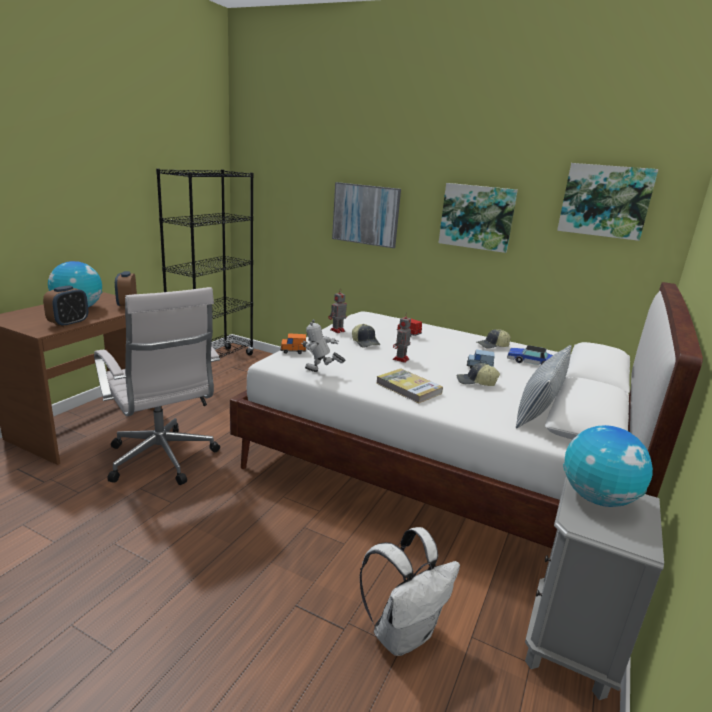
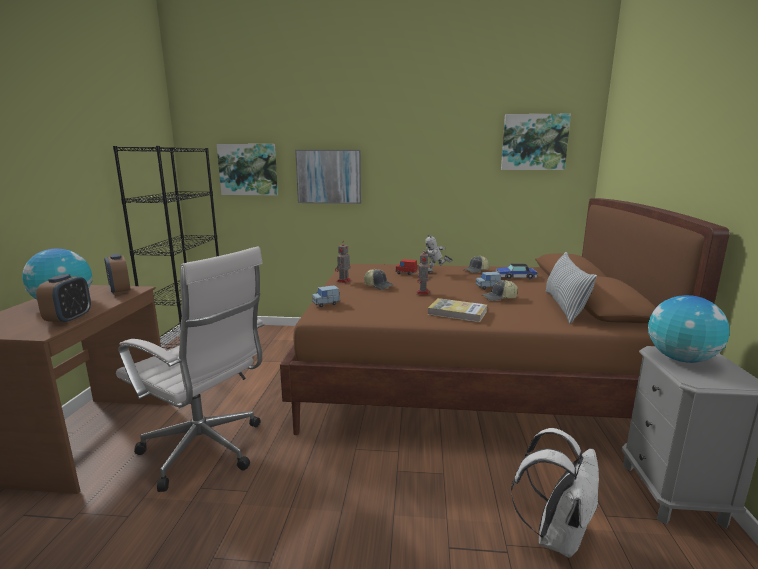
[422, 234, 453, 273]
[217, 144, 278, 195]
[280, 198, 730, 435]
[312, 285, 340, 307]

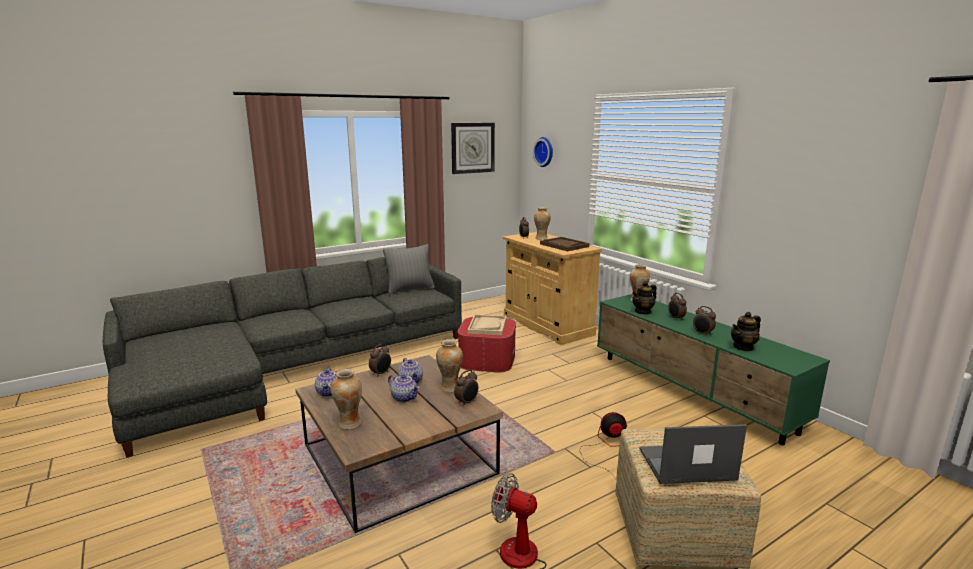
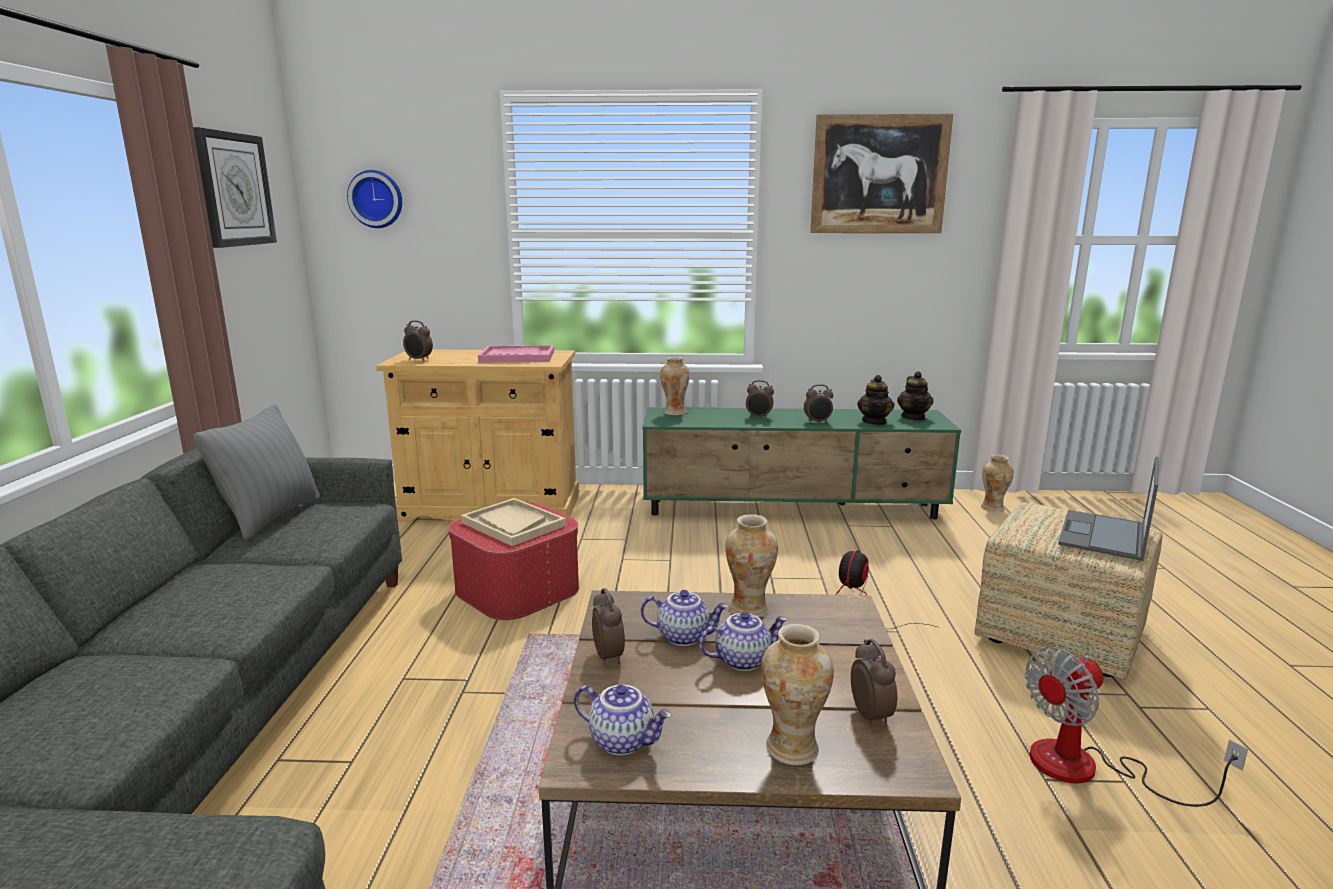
[810, 114, 953, 233]
[851, 639, 897, 727]
[981, 454, 1014, 512]
[897, 371, 933, 420]
[478, 345, 554, 363]

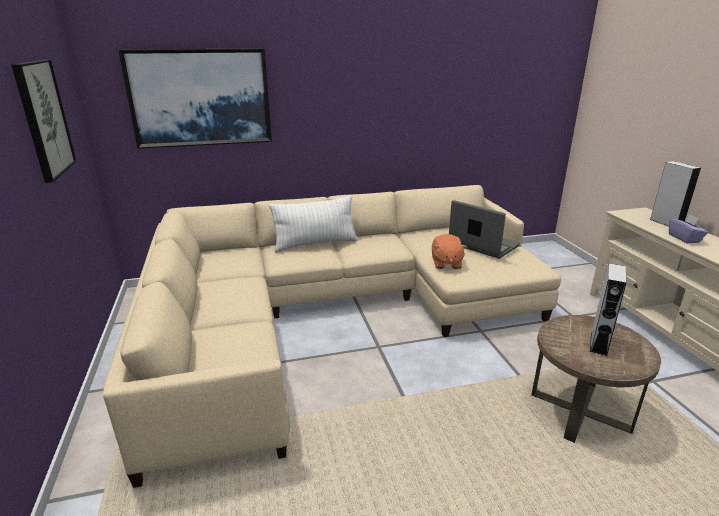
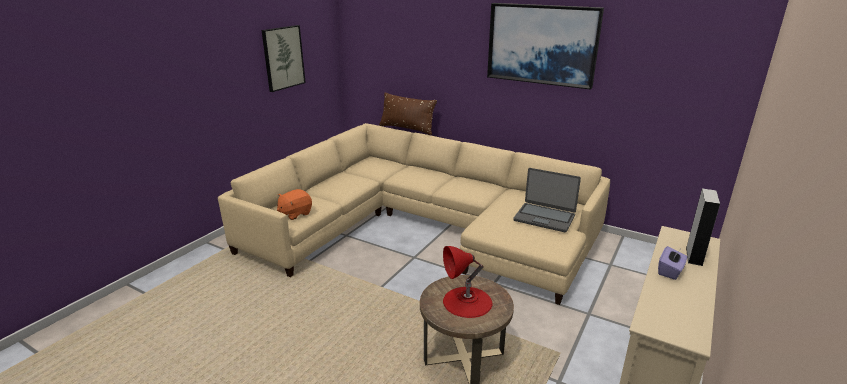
[269, 195, 358, 253] (first image)
[379, 93, 437, 135]
[487, 3, 604, 90]
[277, 189, 312, 220]
[443, 246, 492, 318]
[513, 168, 581, 232]

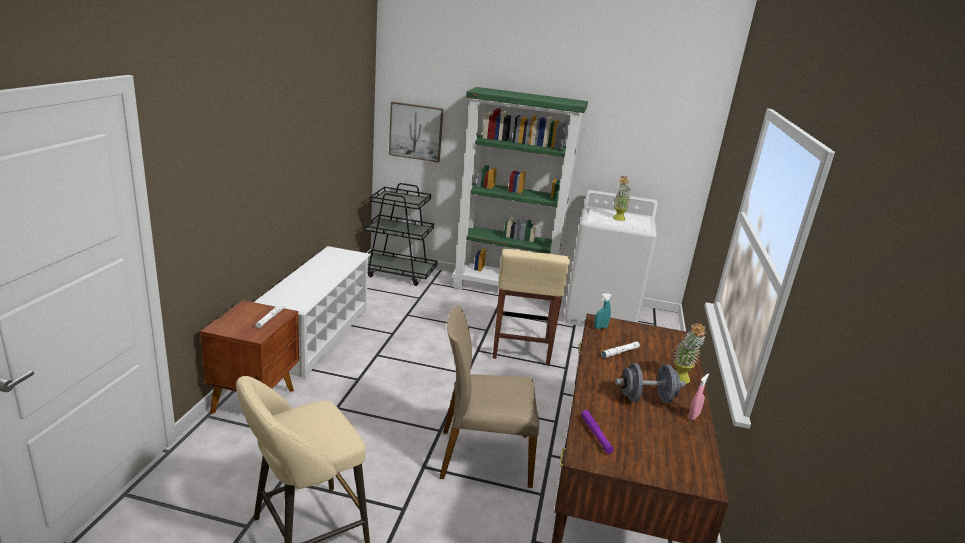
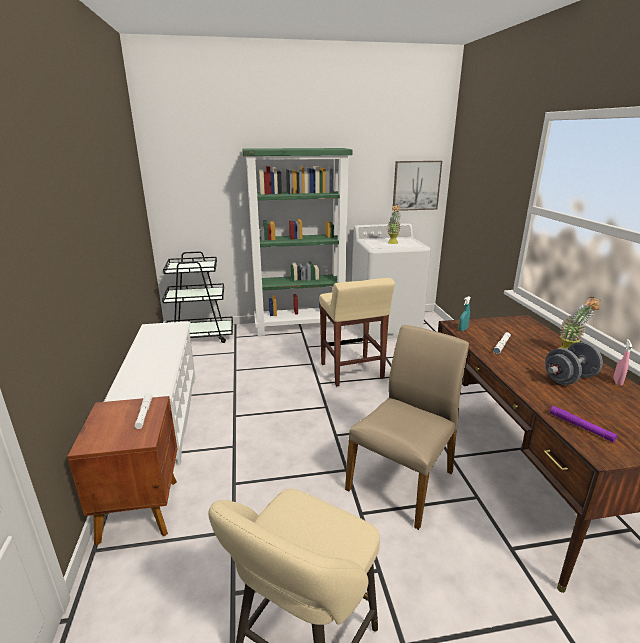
[393, 161, 442, 211]
[345, 325, 469, 530]

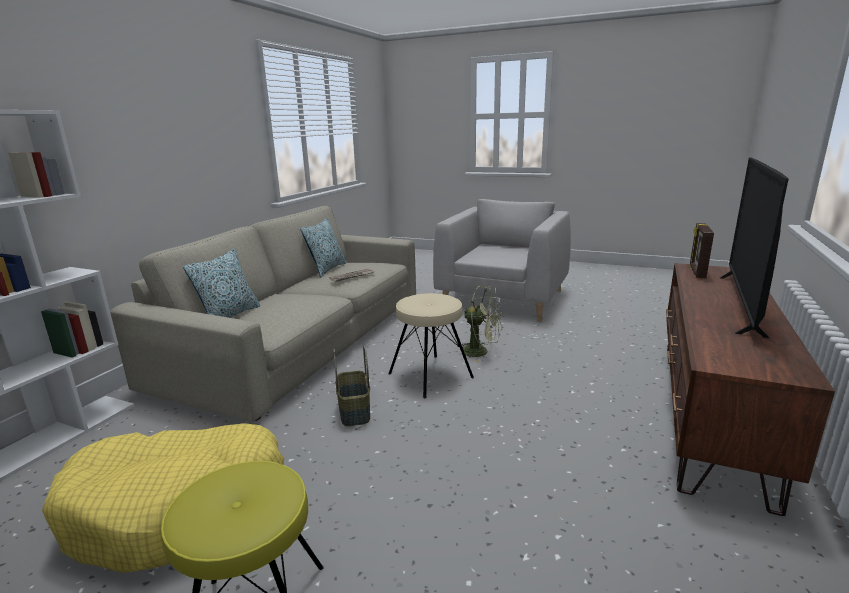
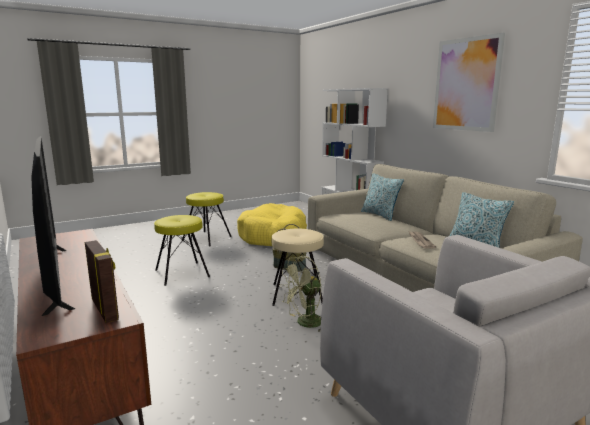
[154, 215, 210, 286]
[433, 33, 505, 132]

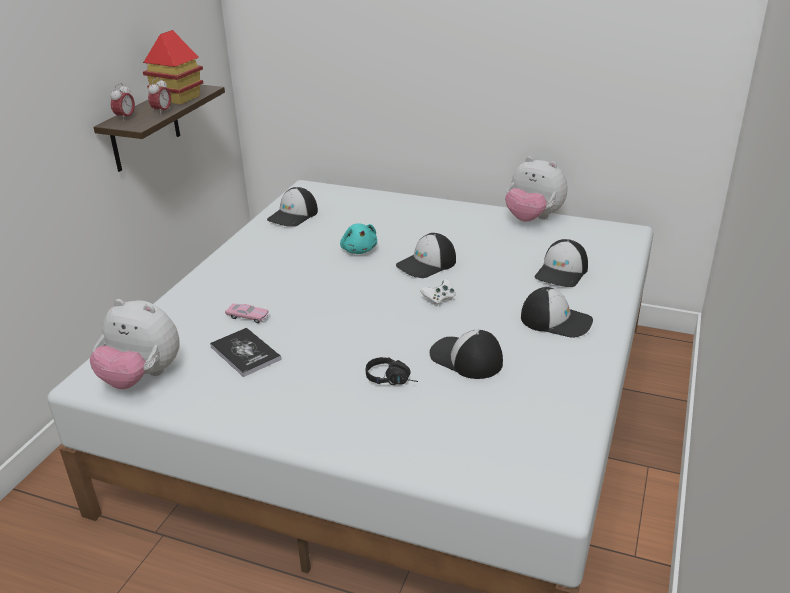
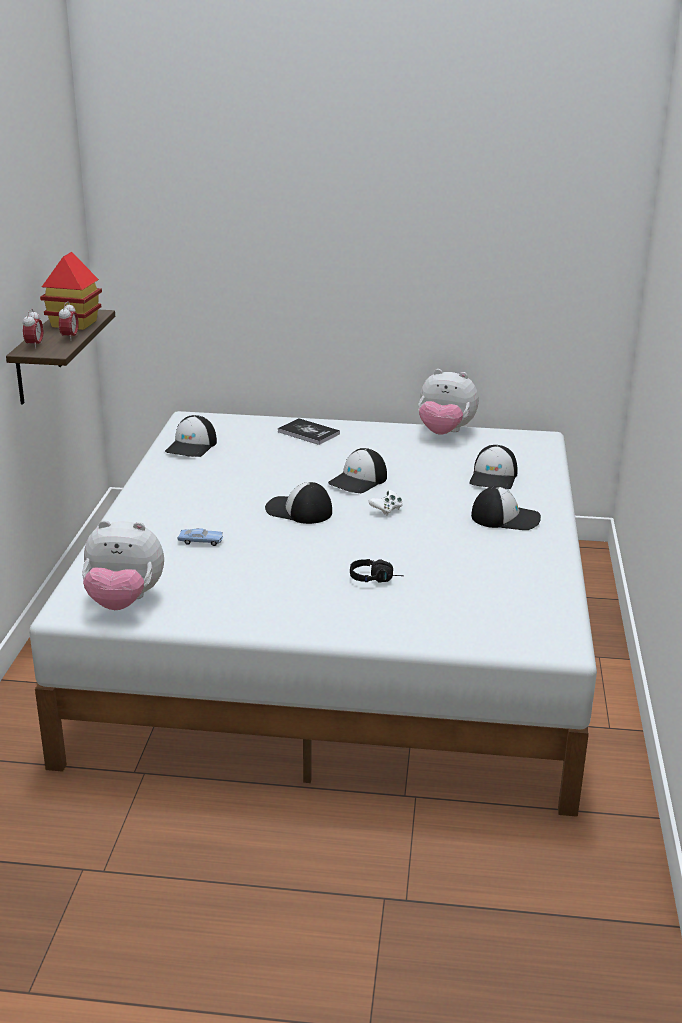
[340, 223, 377, 254] (first image)
[278, 418, 340, 445]
[265, 482, 332, 524]
[177, 528, 223, 546]

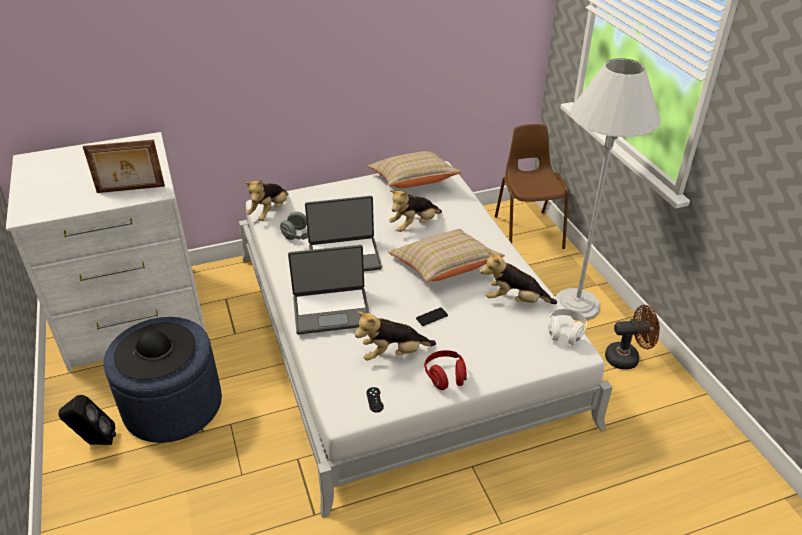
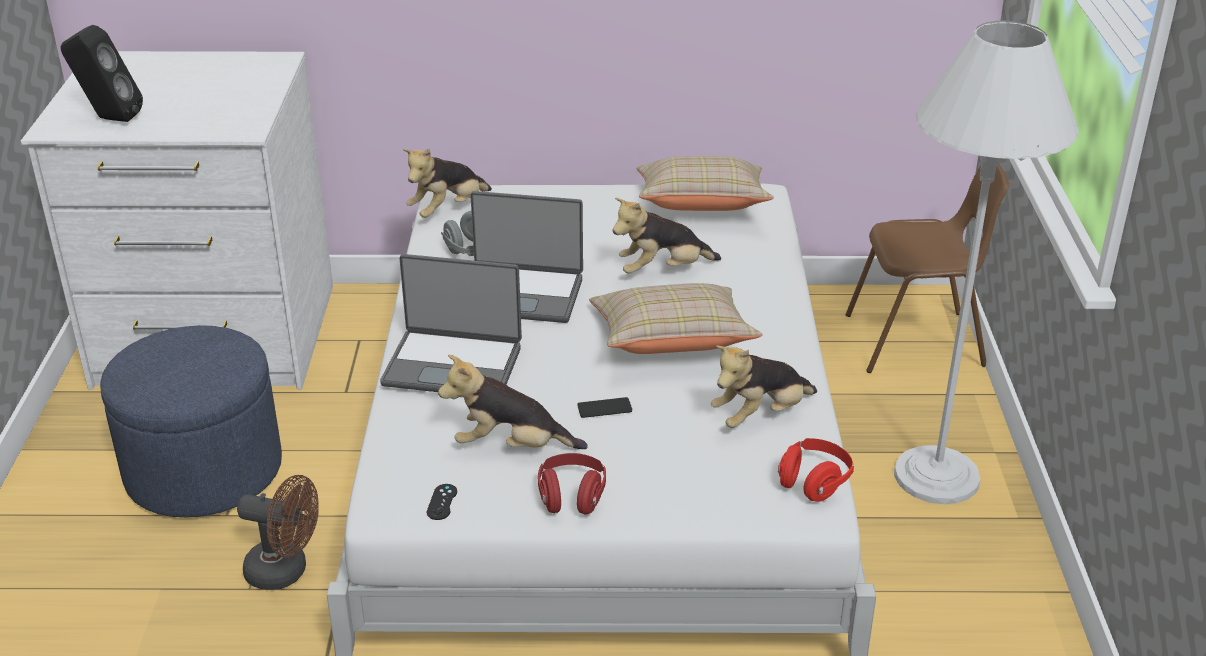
[83, 139, 165, 193] (first image)
[114, 323, 196, 380] (first image)
[61, 25, 143, 122]
[237, 475, 319, 590]
[778, 438, 854, 502]
[711, 345, 817, 428]
[845, 162, 1009, 373]

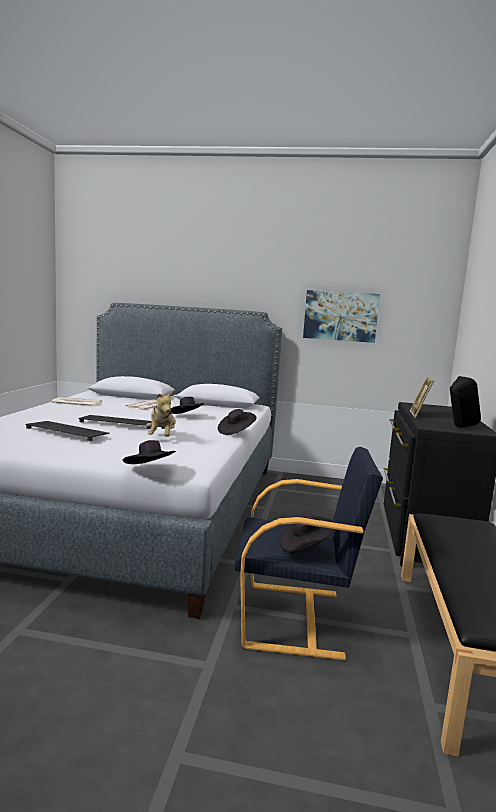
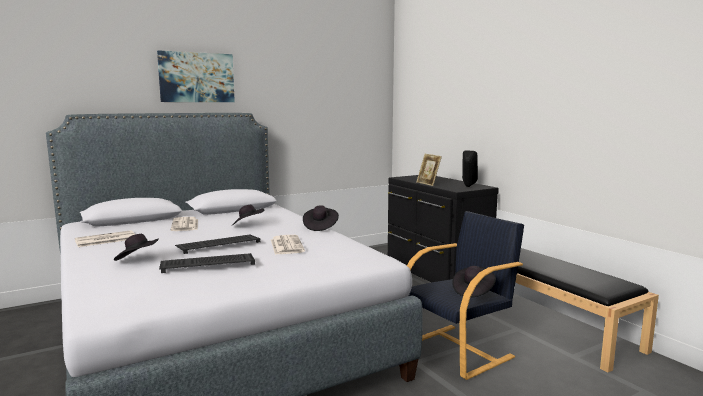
[114, 234, 159, 261]
[157, 50, 235, 102]
[271, 235, 305, 255]

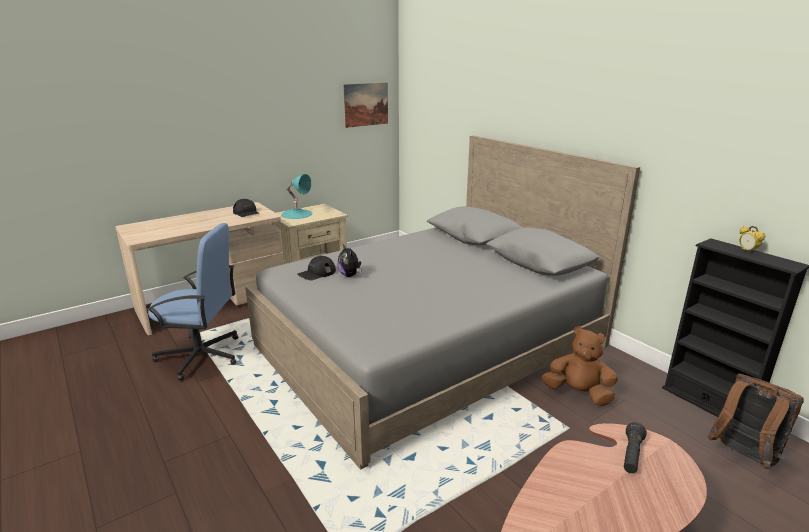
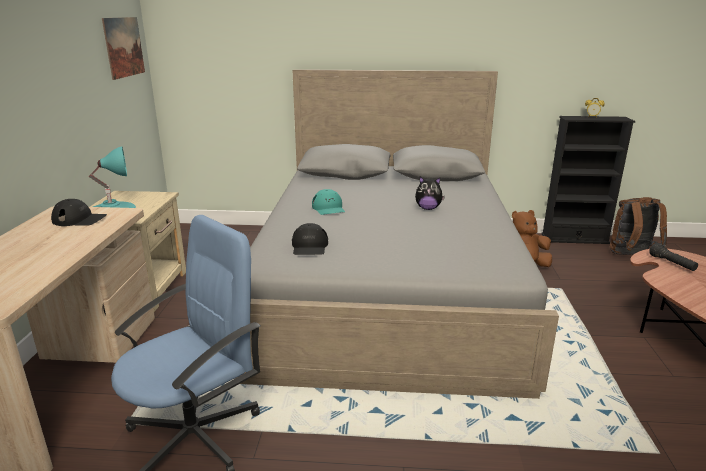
[312, 189, 345, 215]
[415, 177, 445, 210]

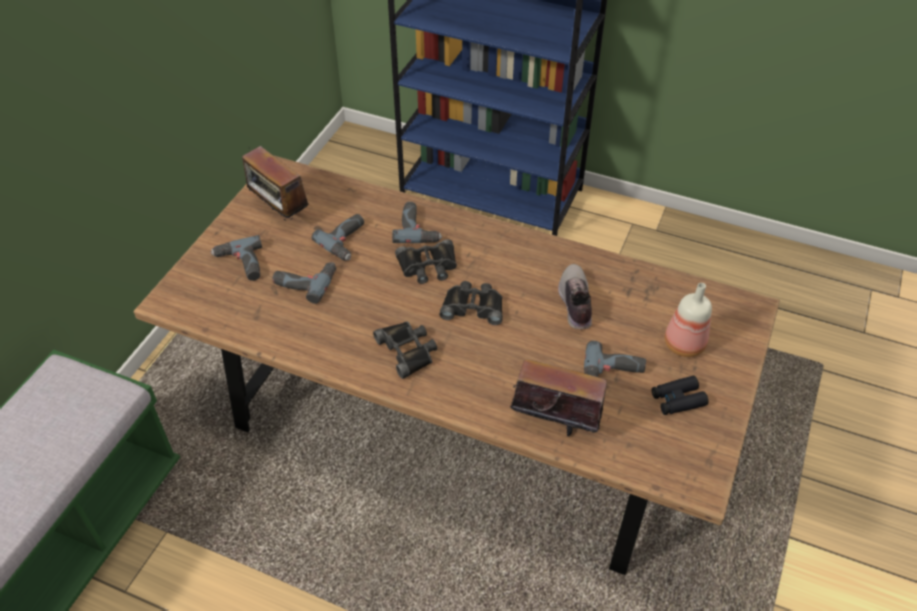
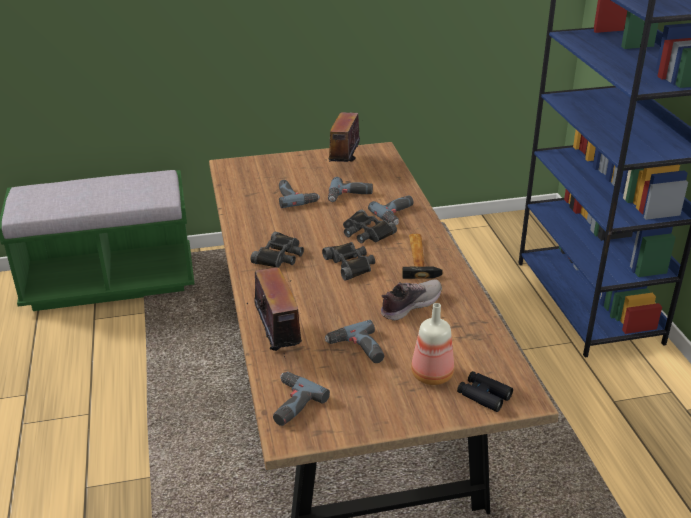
[402, 234, 443, 279]
[273, 371, 330, 426]
[457, 371, 513, 412]

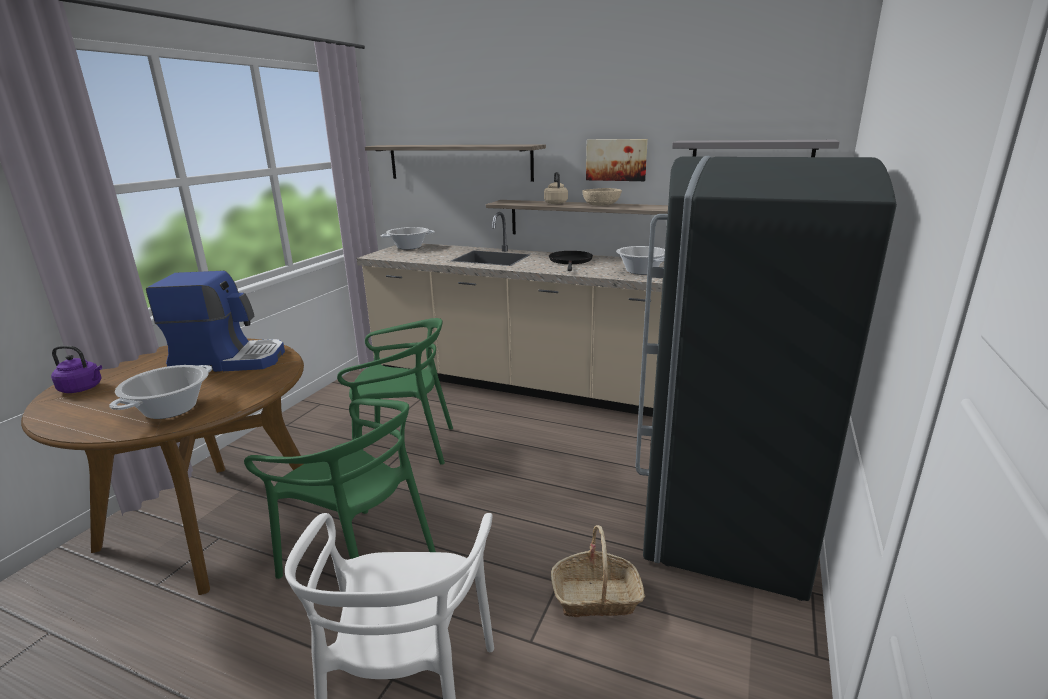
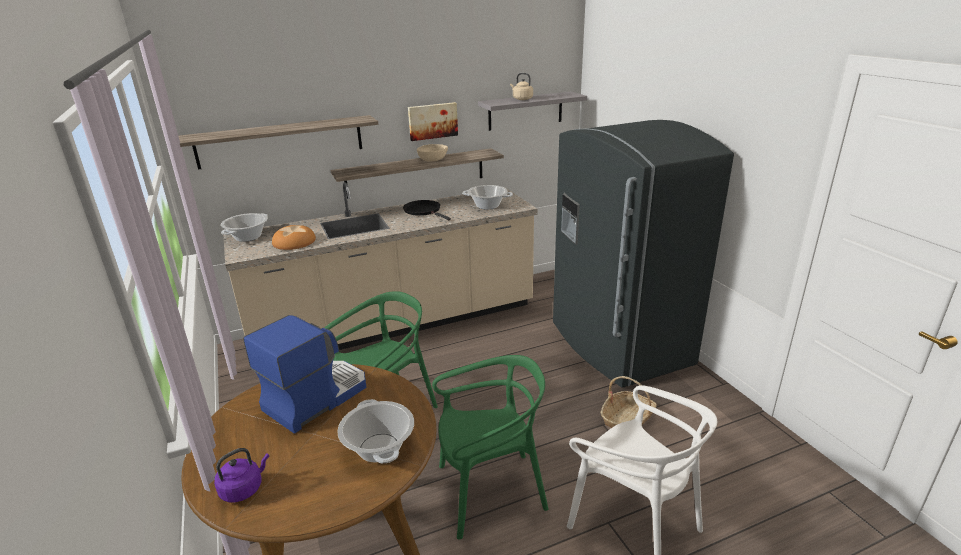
[272, 225, 316, 250]
[510, 73, 533, 100]

